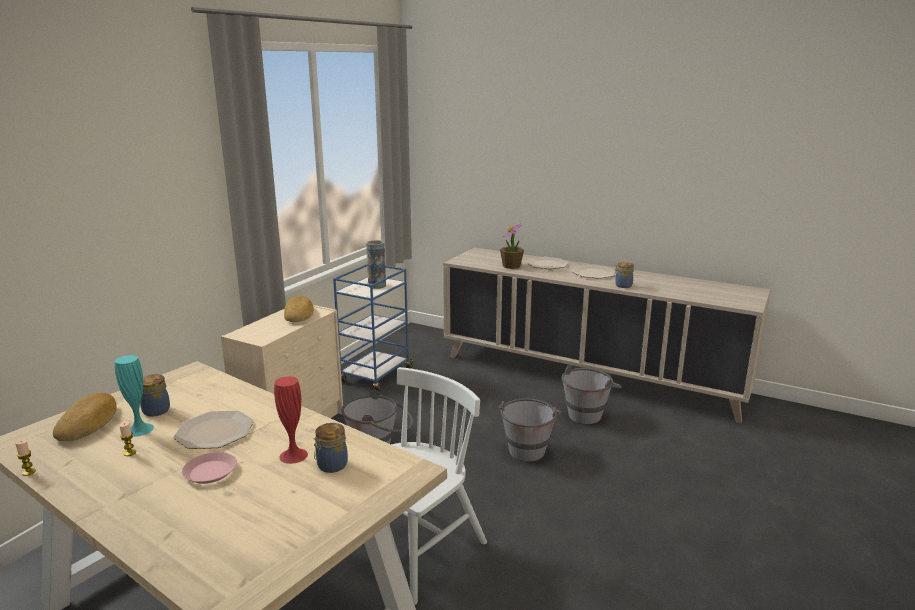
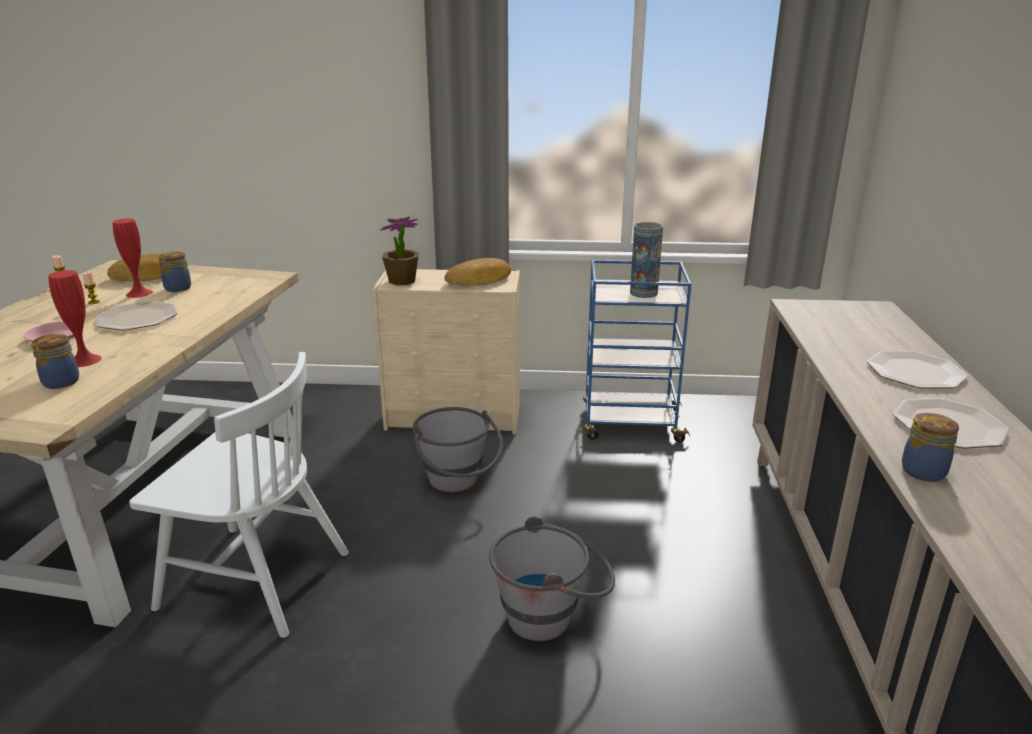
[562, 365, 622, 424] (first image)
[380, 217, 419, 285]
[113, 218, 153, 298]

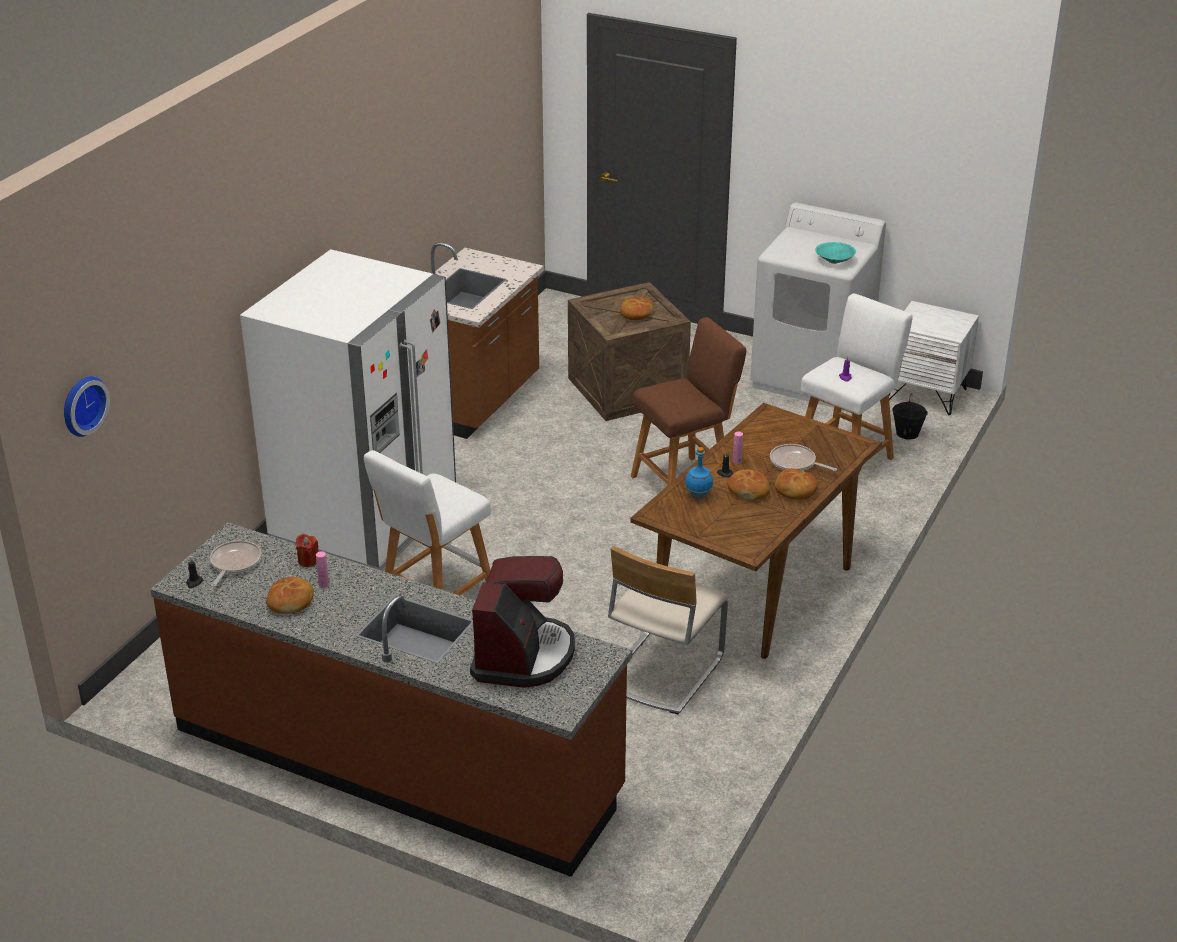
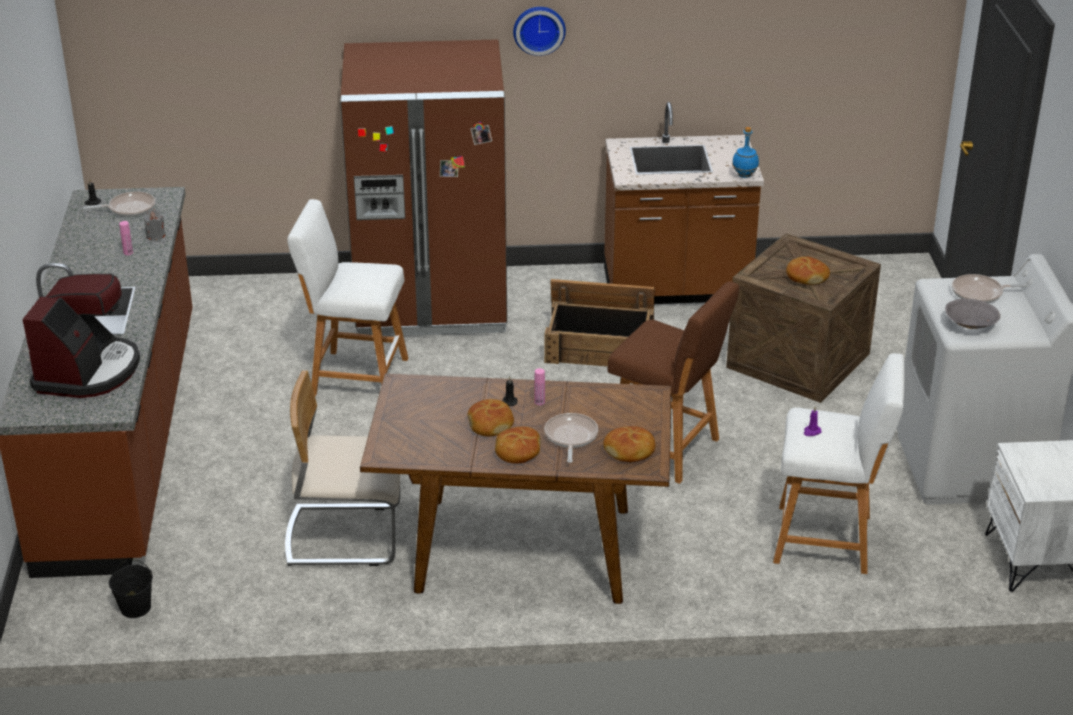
[544, 279, 654, 367]
[952, 274, 1030, 303]
[513, 7, 566, 56]
[603, 426, 655, 462]
[732, 127, 759, 178]
[109, 559, 153, 618]
[340, 39, 507, 336]
[143, 209, 166, 240]
[945, 299, 1000, 329]
[22, 274, 140, 398]

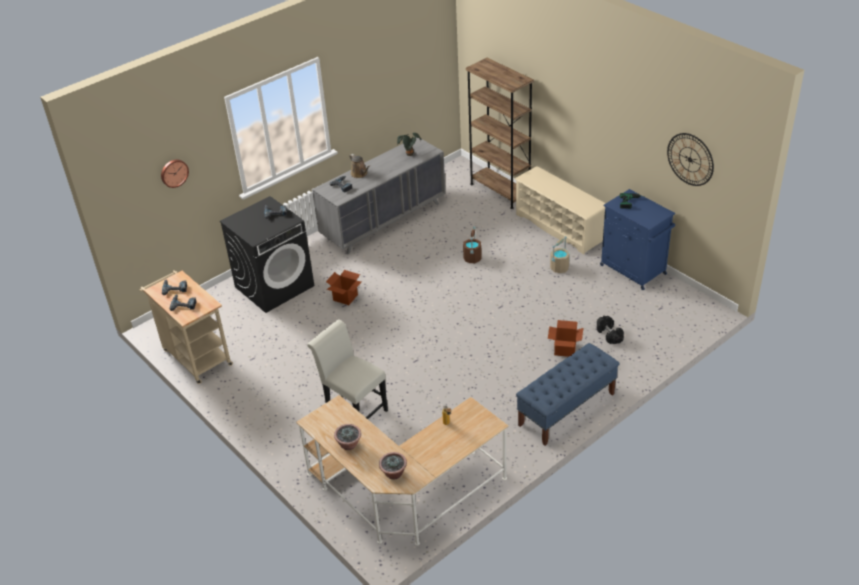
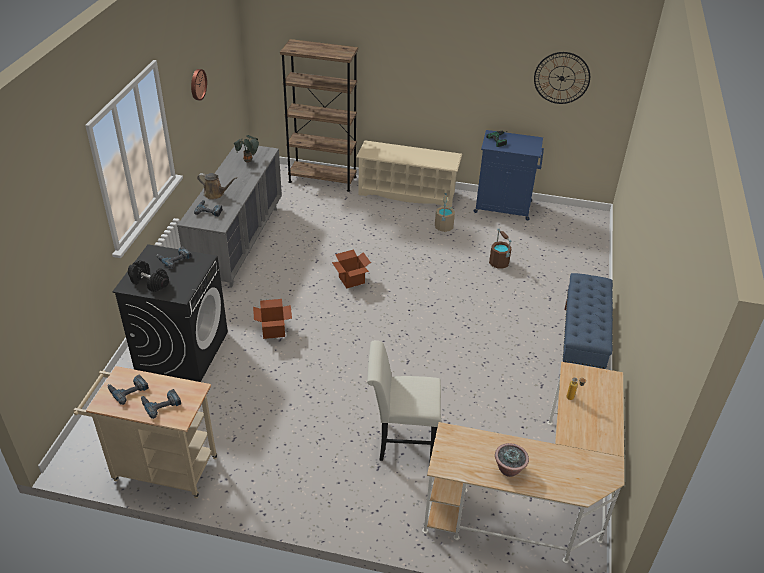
[379, 452, 407, 480] (first image)
[191, 69, 207, 100]
[489, 228, 512, 269]
[332, 249, 371, 289]
[128, 260, 169, 292]

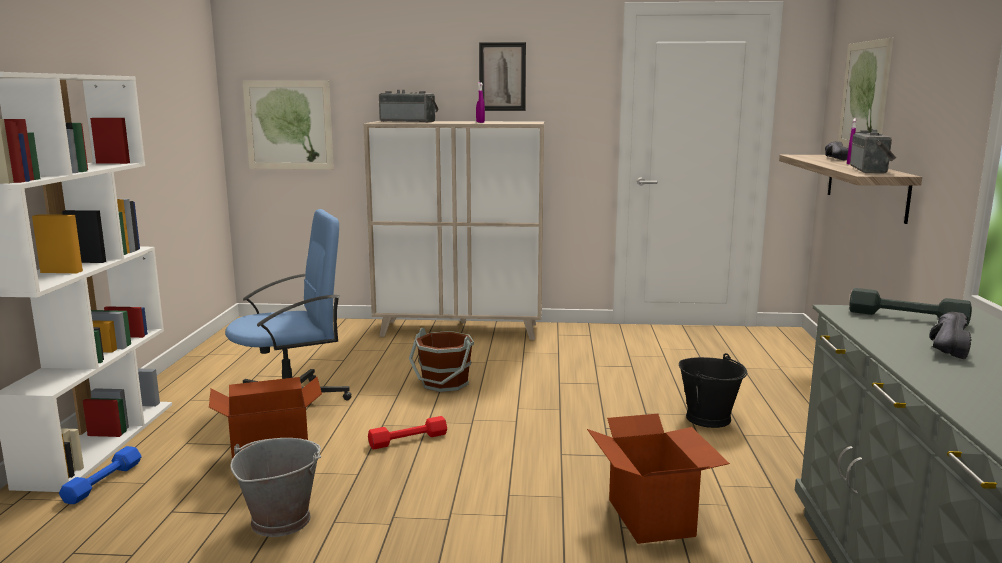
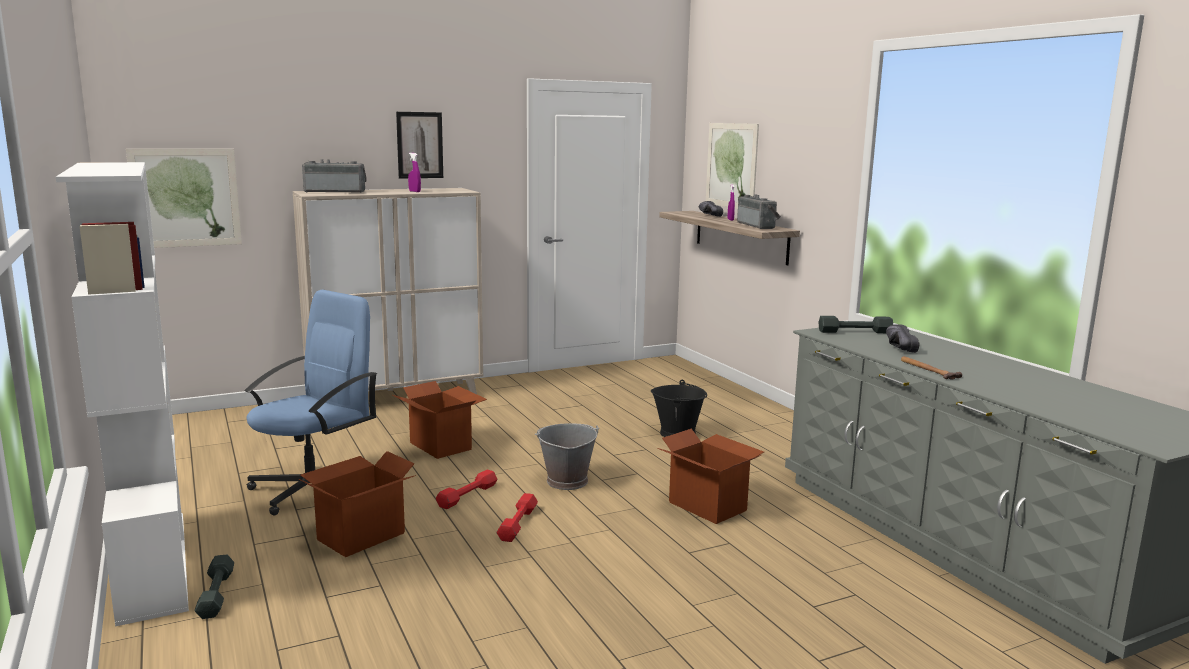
[496, 493, 538, 542]
[901, 356, 962, 379]
[535, 423, 599, 490]
[393, 381, 487, 459]
[195, 555, 234, 619]

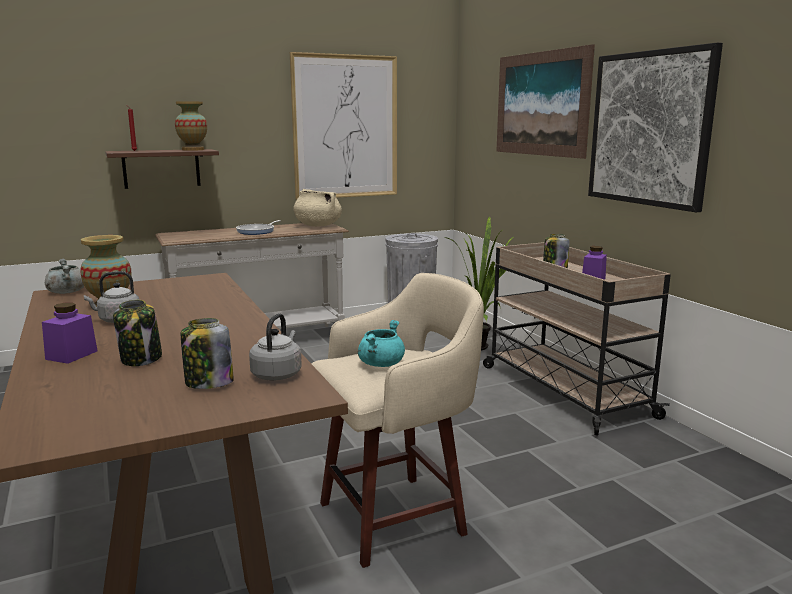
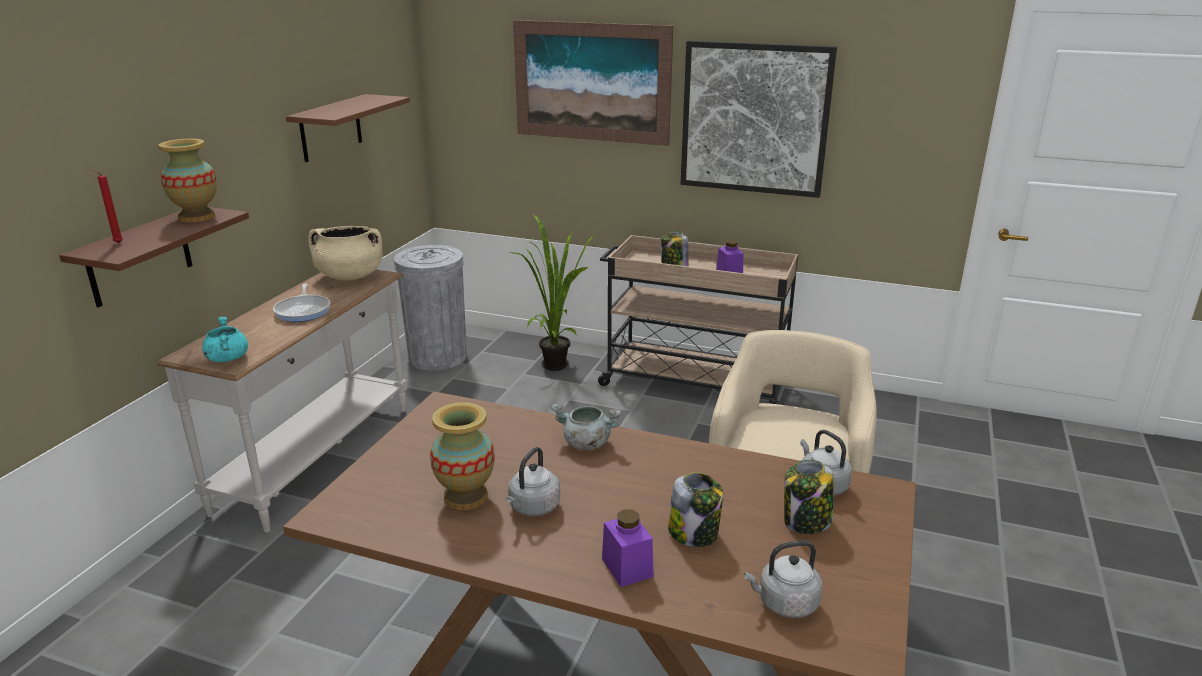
[744, 540, 822, 618]
[551, 403, 622, 450]
[202, 317, 248, 362]
[286, 94, 410, 162]

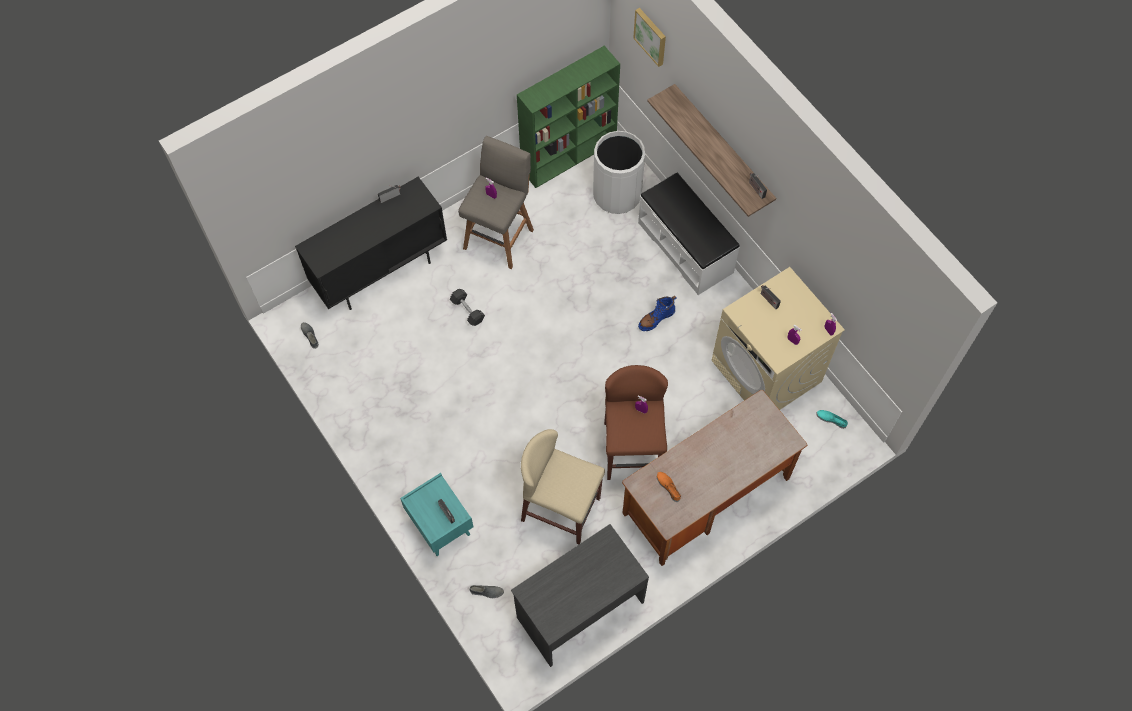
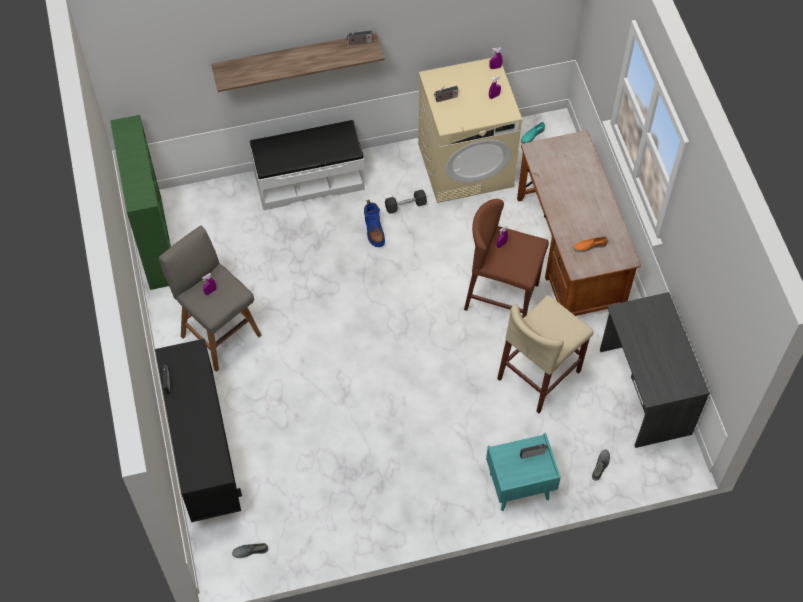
[593, 131, 645, 214] (first image)
[633, 8, 666, 67] (first image)
[385, 190, 427, 214]

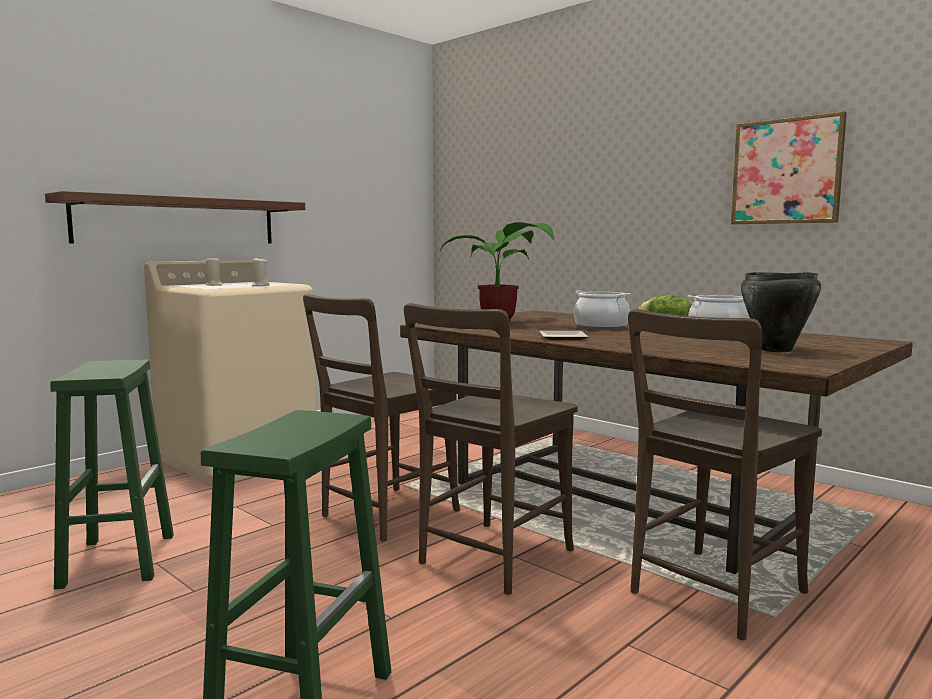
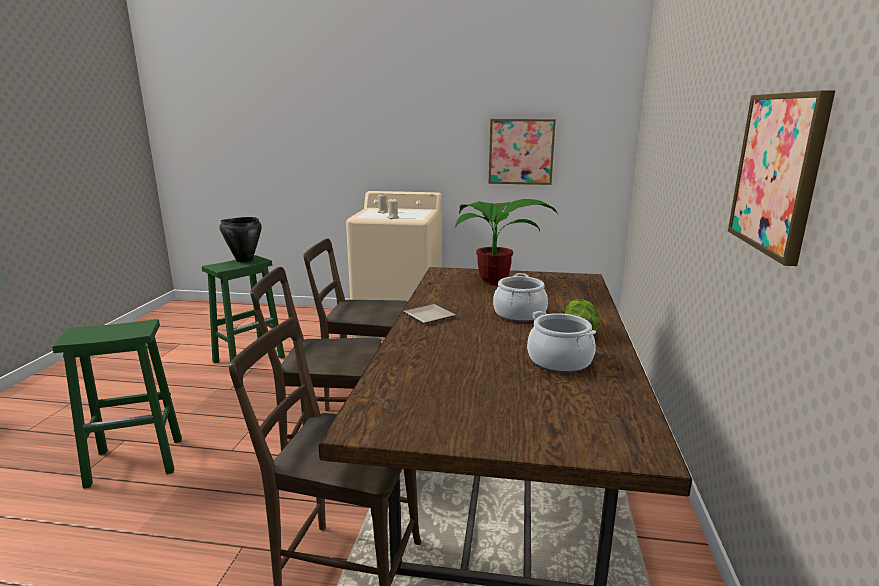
[45, 191, 305, 243] (first image)
[489, 119, 556, 185]
[219, 217, 262, 262]

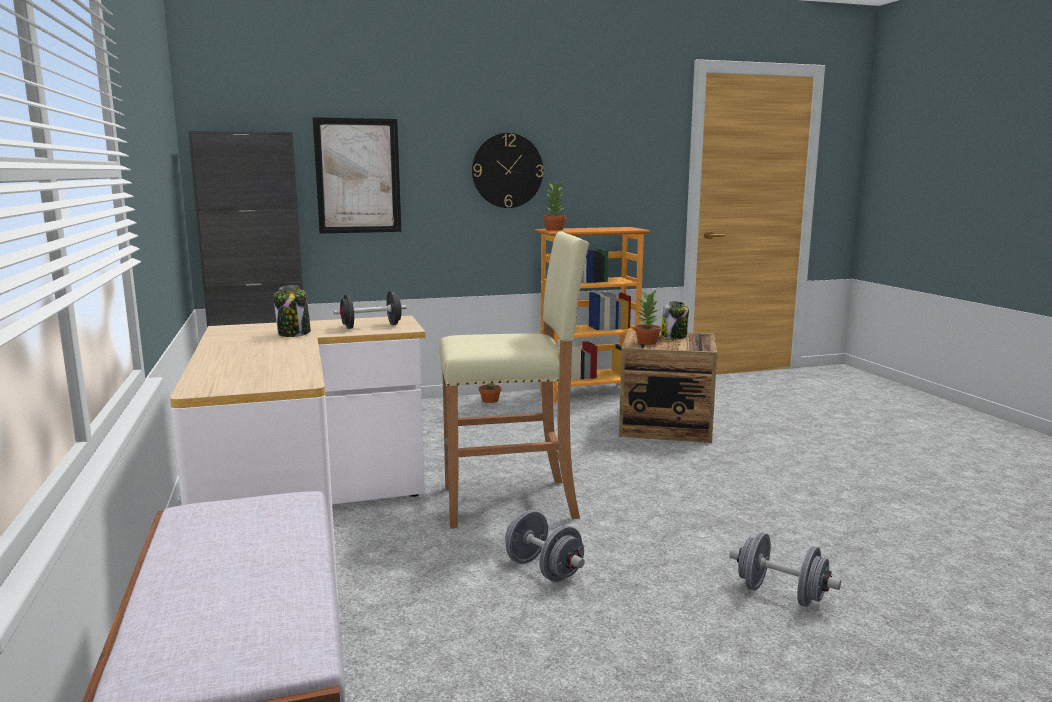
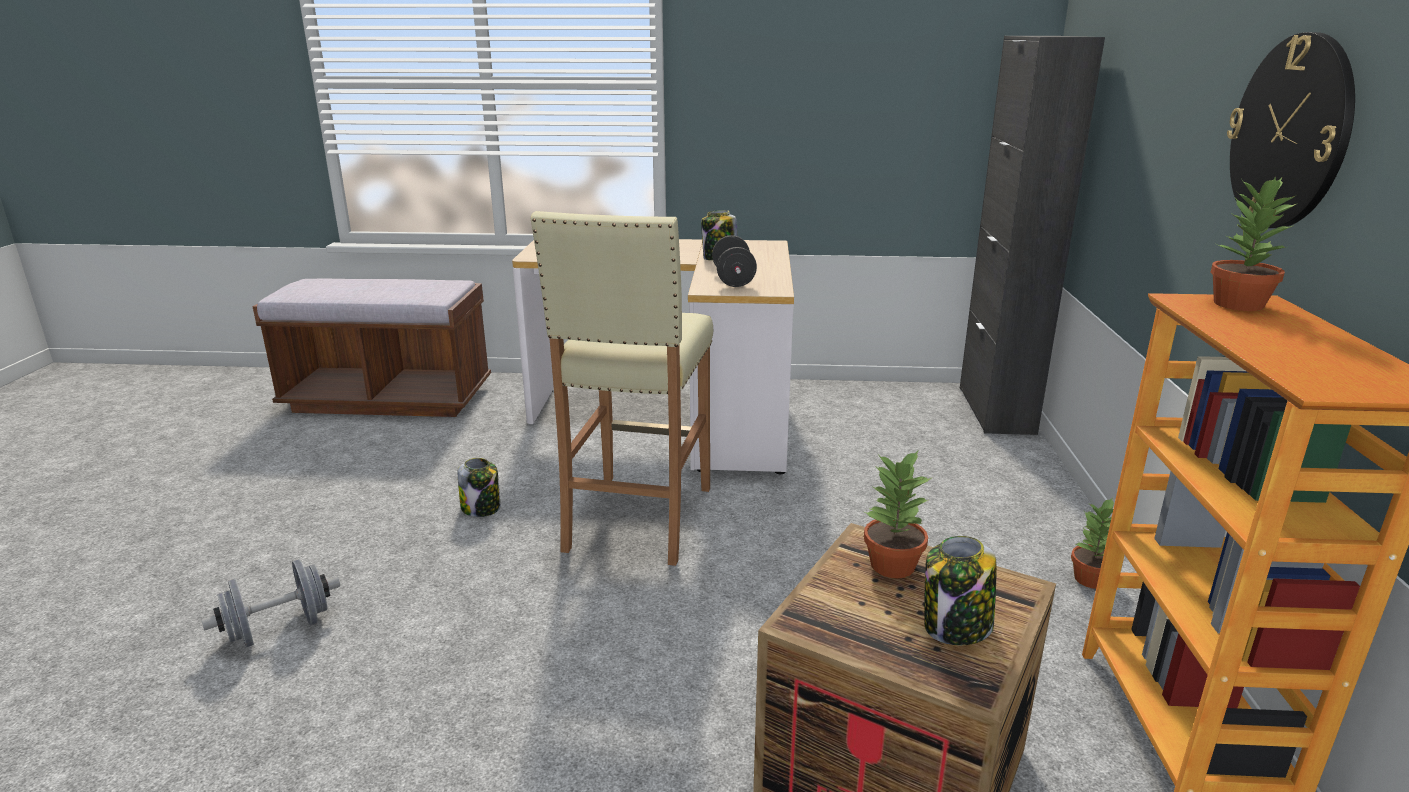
[312, 117, 401, 234] (first image)
[458, 458, 500, 517]

